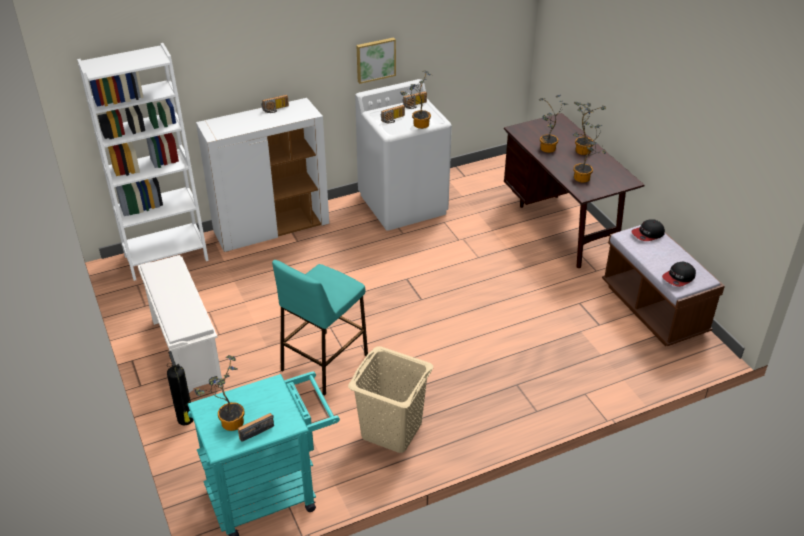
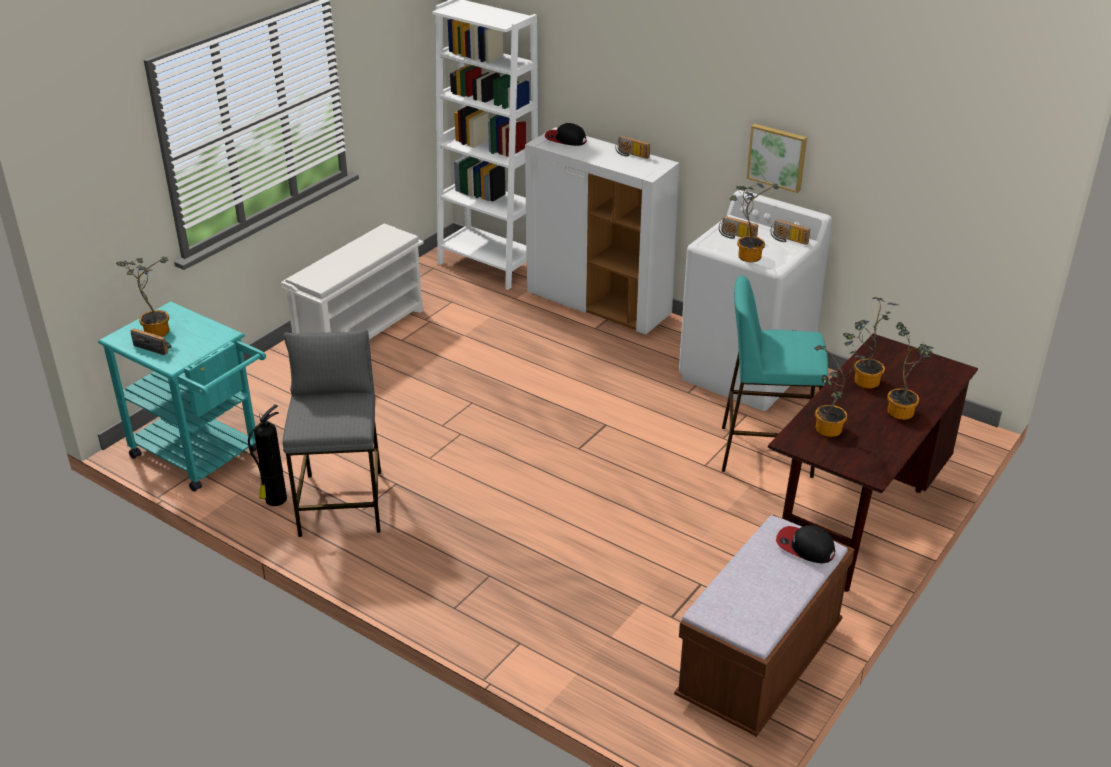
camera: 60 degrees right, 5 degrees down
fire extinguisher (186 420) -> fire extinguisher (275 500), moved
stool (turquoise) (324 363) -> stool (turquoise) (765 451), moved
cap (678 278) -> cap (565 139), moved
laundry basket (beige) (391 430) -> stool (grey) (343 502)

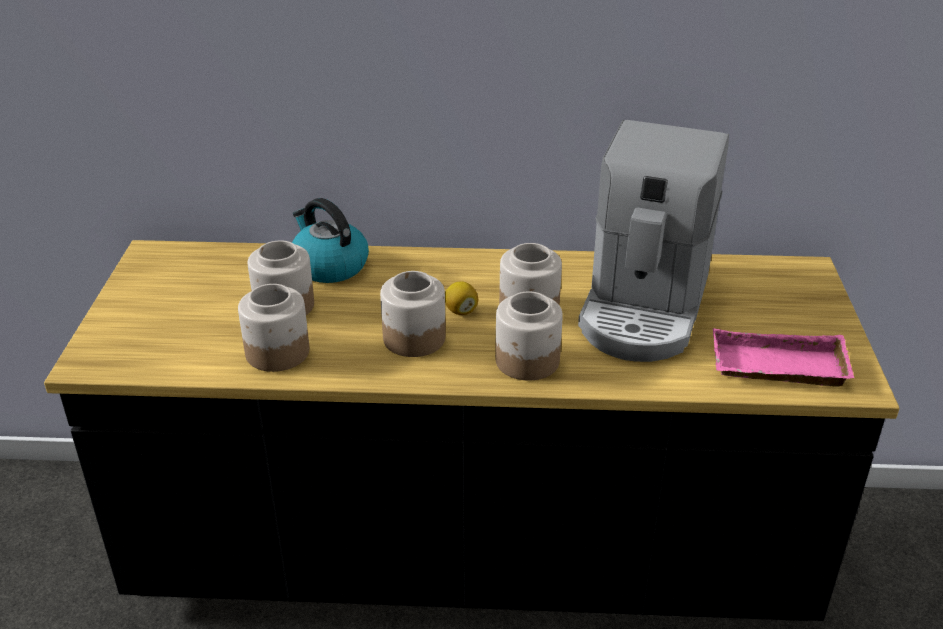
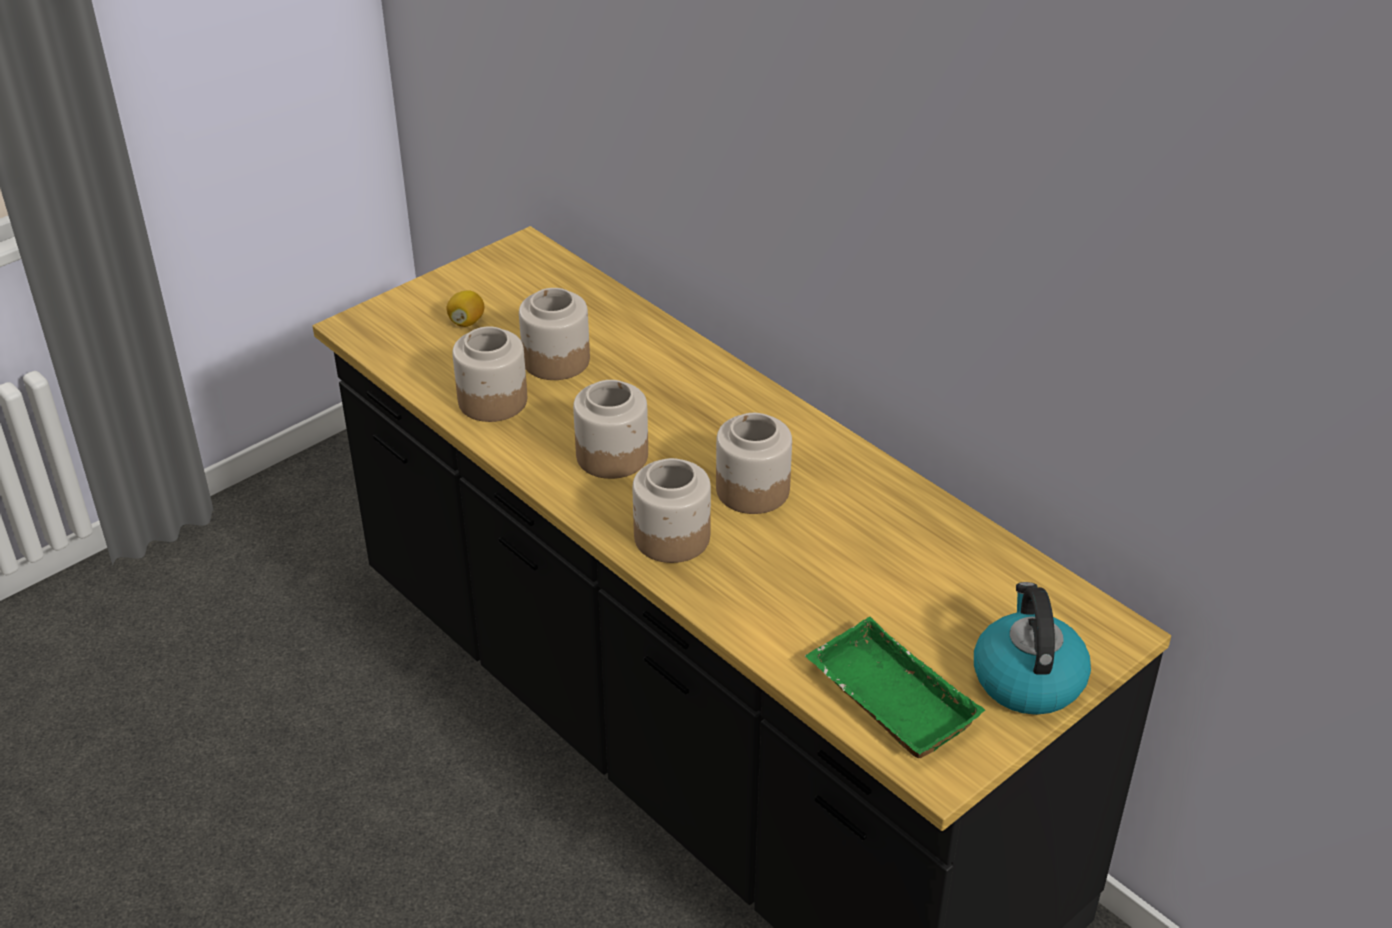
camera: 45 degrees right, 5 degrees up
coffee machine (644 308) -> none
kettle (329 266) -> kettle (1027 678), moved
lemon (460 311) -> lemon (466 322), moved
tray (pink) (776 368) -> tray (green) (886 699)

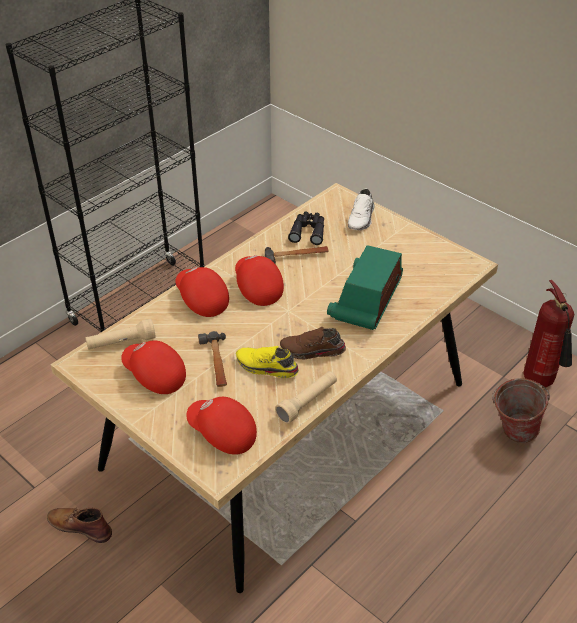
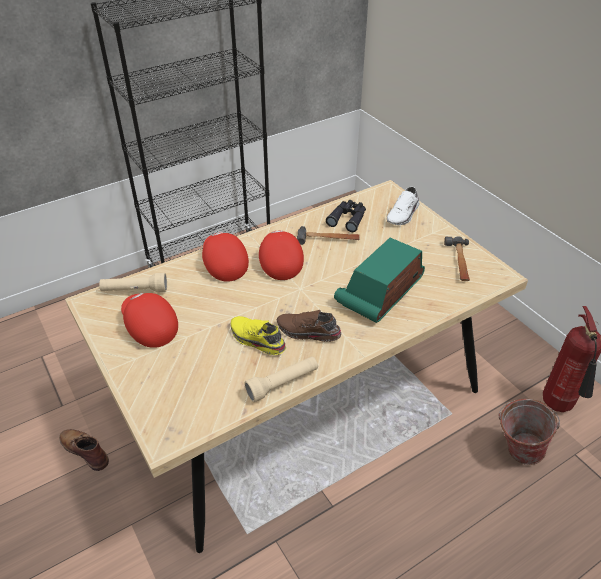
camera: 15 degrees right, 0 degrees up
cap (red) (222 434) -> none
hammer (216 362) -> hammer (459 262), moved

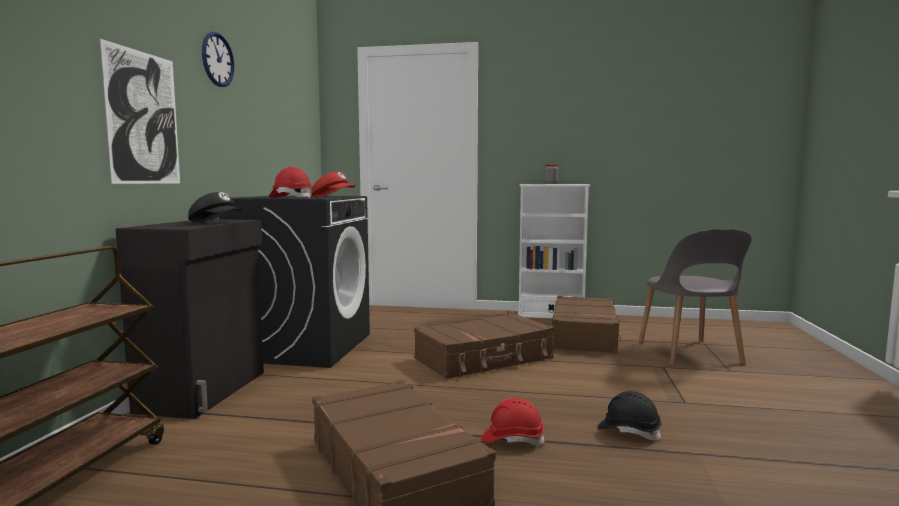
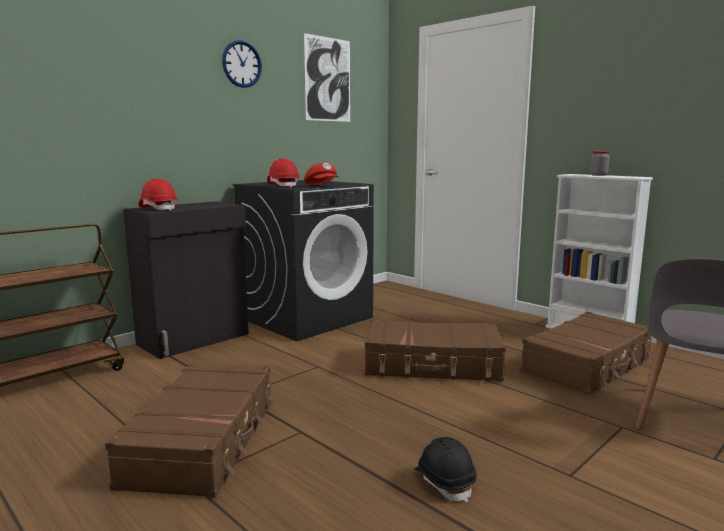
camera: 35 degrees right, 5 degrees up
cap (black) (216 222) -> none
picture (143 118) -> picture (328 79), moved
hard hat (red) (512 439) -> hard hat (red) (158 208), moved

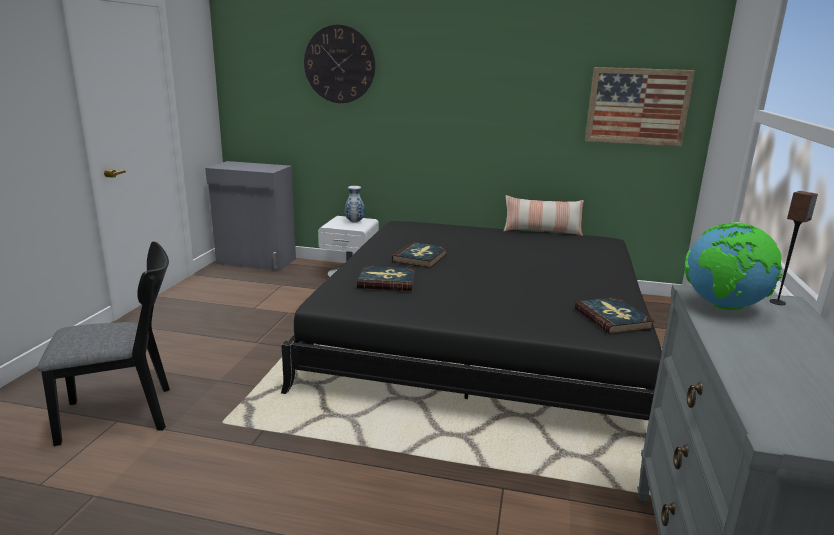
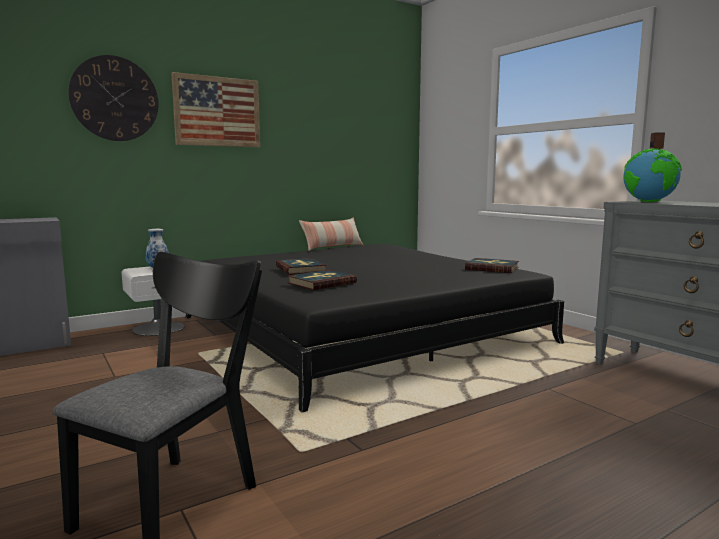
camera: 45 degrees left, 10 degrees down
picture (637 106) -> picture (217 111), moved

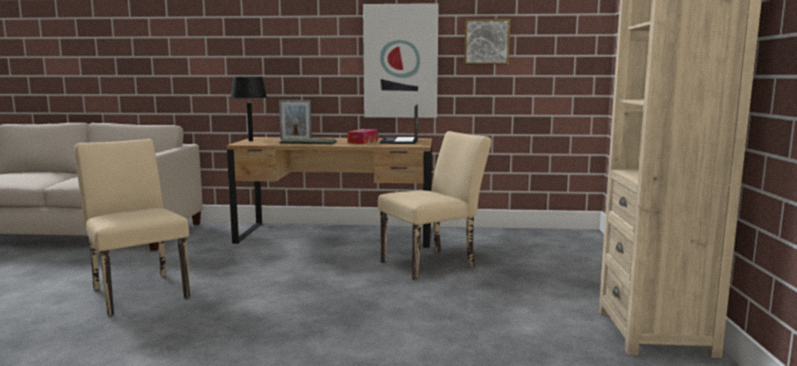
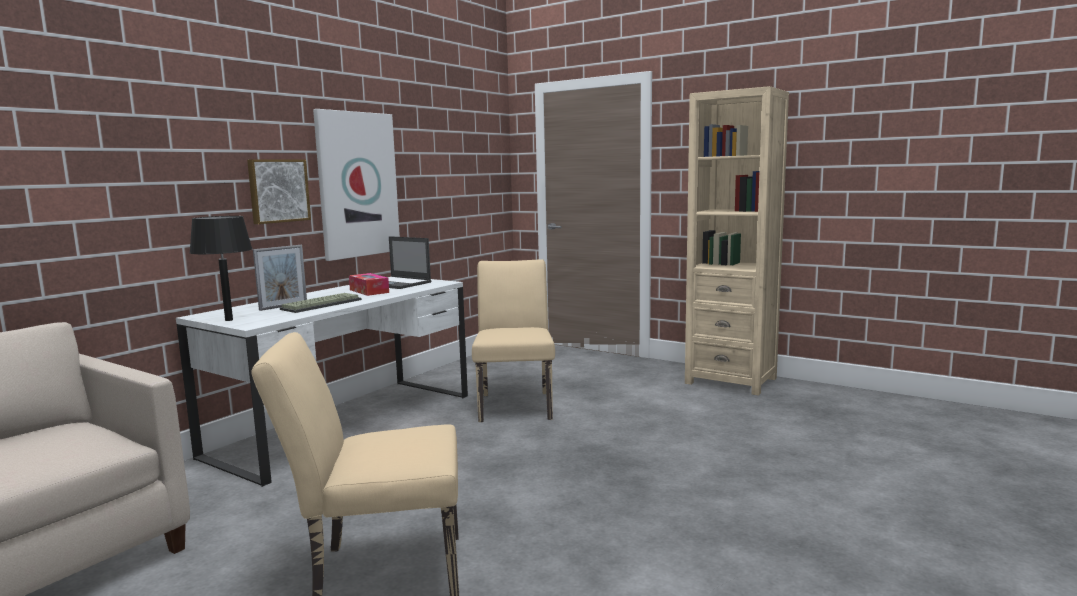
camera: 60 degrees left, 0 degrees up
picture (486 42) -> picture (278 191), moved
desk (brown) (336 235) -> desk (white) (346 424)

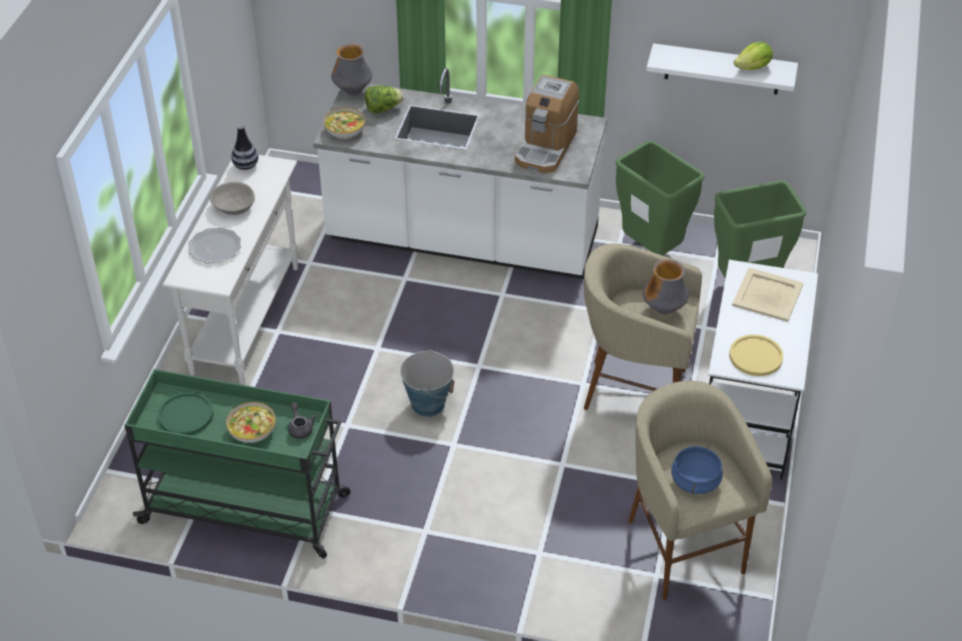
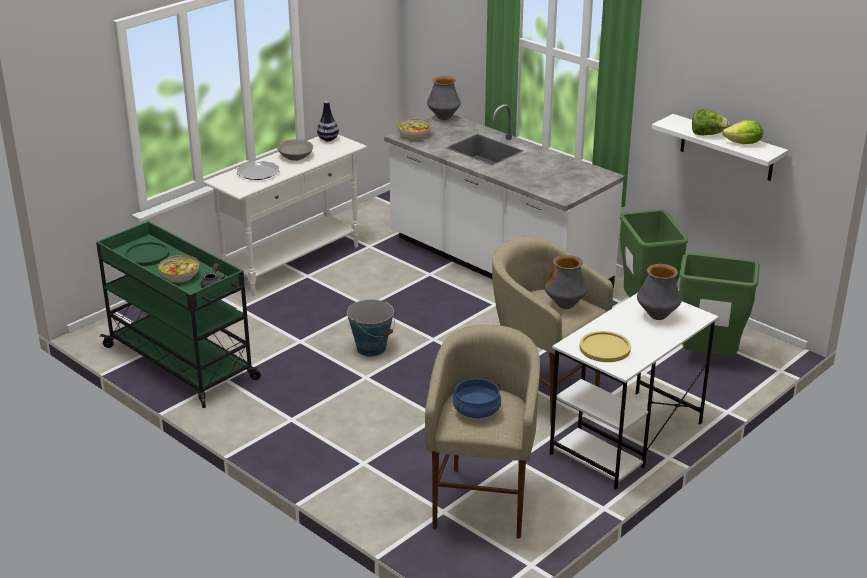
camera: 30 degrees right, 15 degrees down
coffee machine (546 147) -> none
lettuce (383 109) -> lettuce (707 134), moved
tray (beige) (768 295) -> vase (657 316)

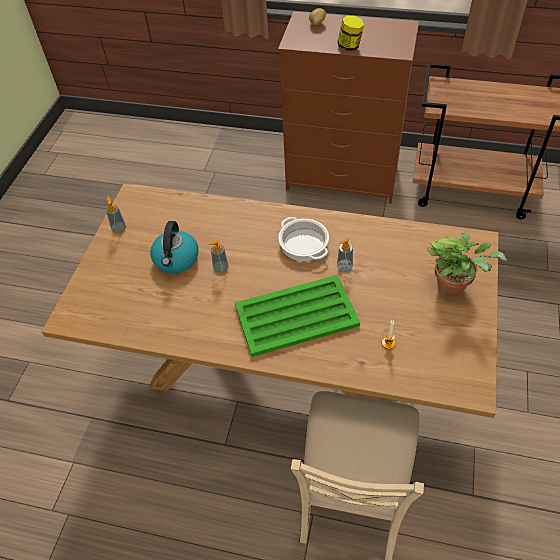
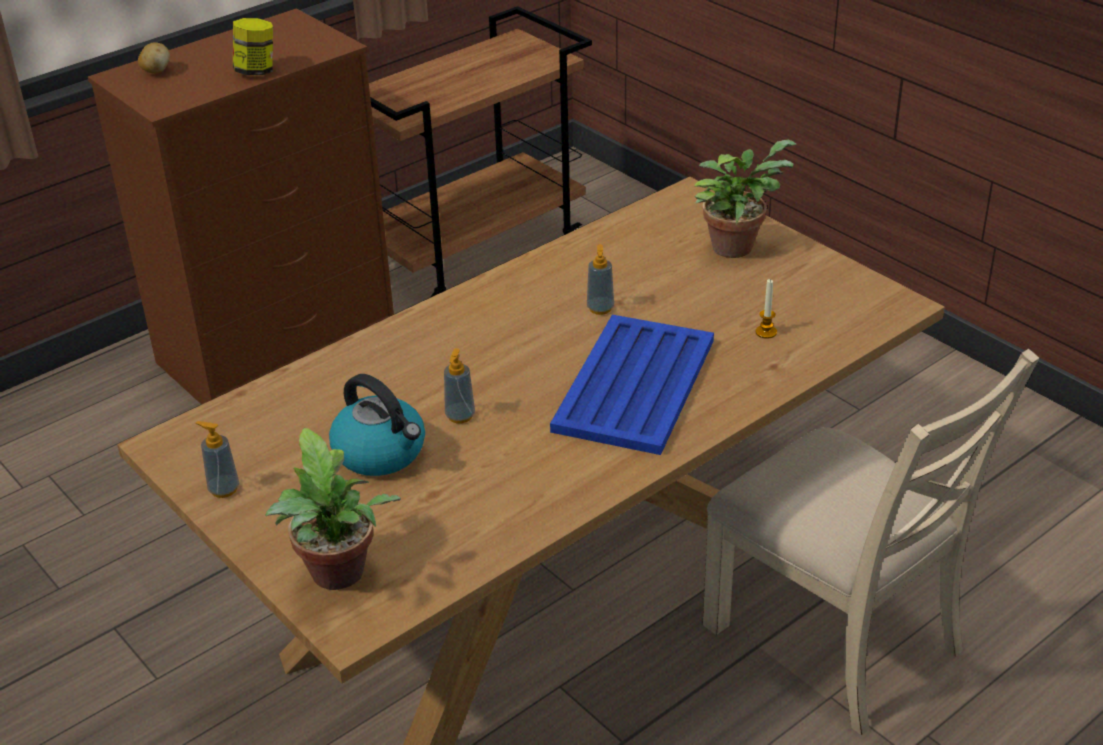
camera: 55 degrees left, 15 degrees down
cooking pot (303 244) -> none
none -> potted plant (339 577)
tray (green) (295 316) -> tray (blue) (633 386)

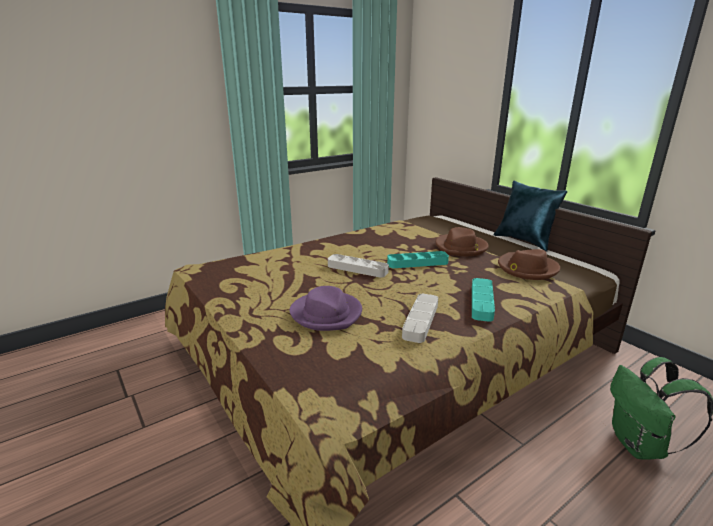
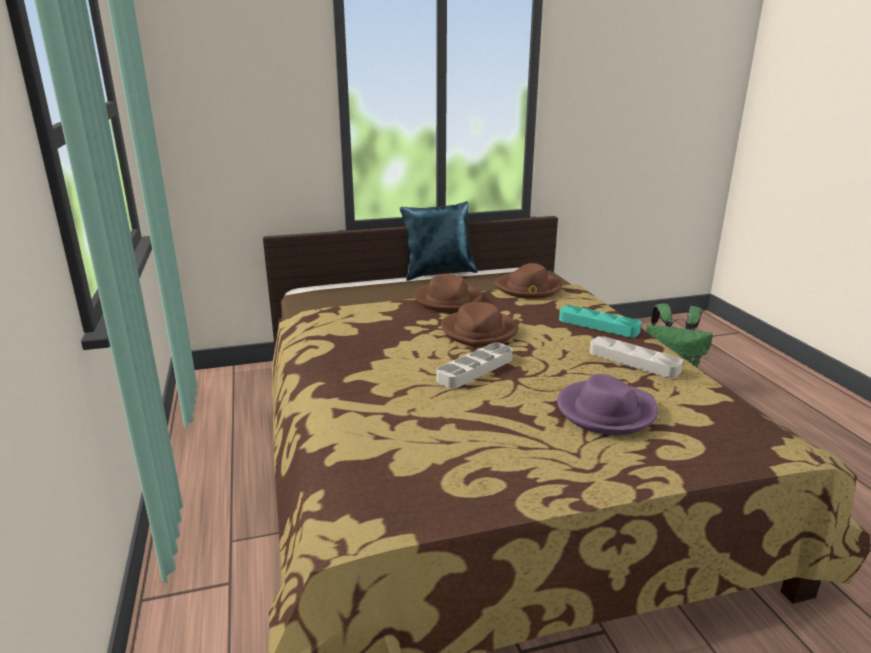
camera: 70 degrees left, 0 degrees up
tray (turquoise) (417 263) -> hat (brown) (480 331)

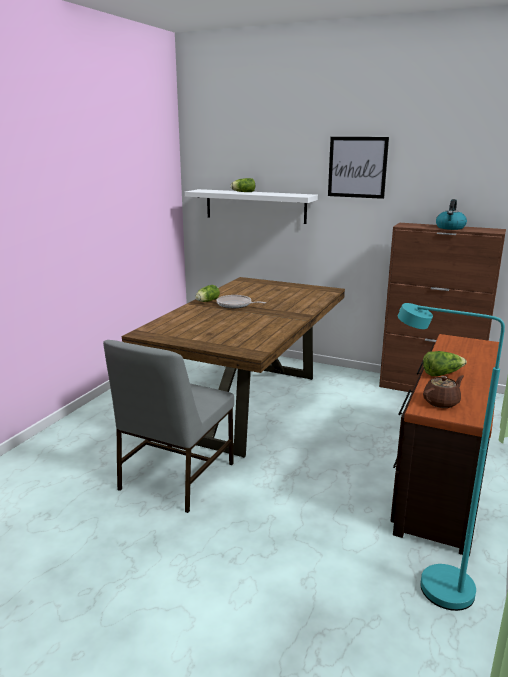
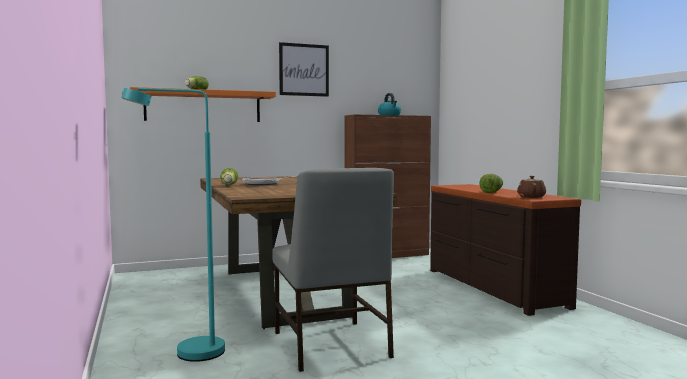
camera: 45 degrees left, 15 degrees down
floor lamp (turquoise) (431 586) -> floor lamp (turquoise) (187 354), moved
shelf (white) (255 206) -> shelf (orange) (203 106)

